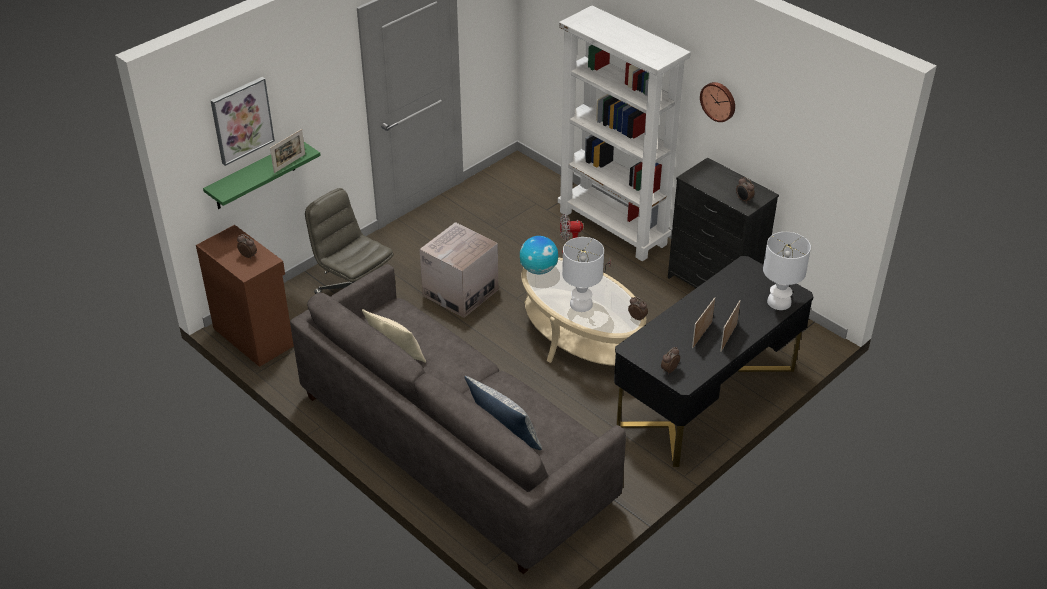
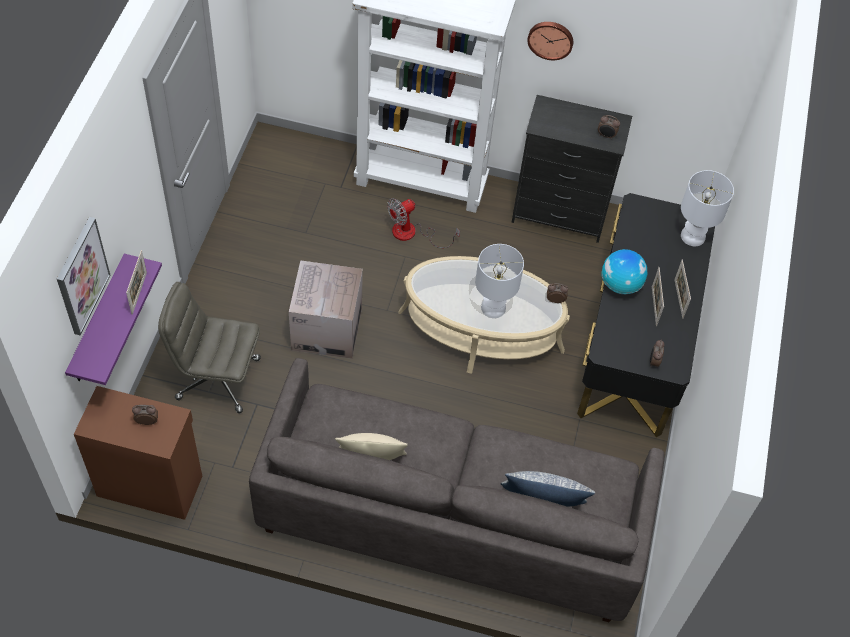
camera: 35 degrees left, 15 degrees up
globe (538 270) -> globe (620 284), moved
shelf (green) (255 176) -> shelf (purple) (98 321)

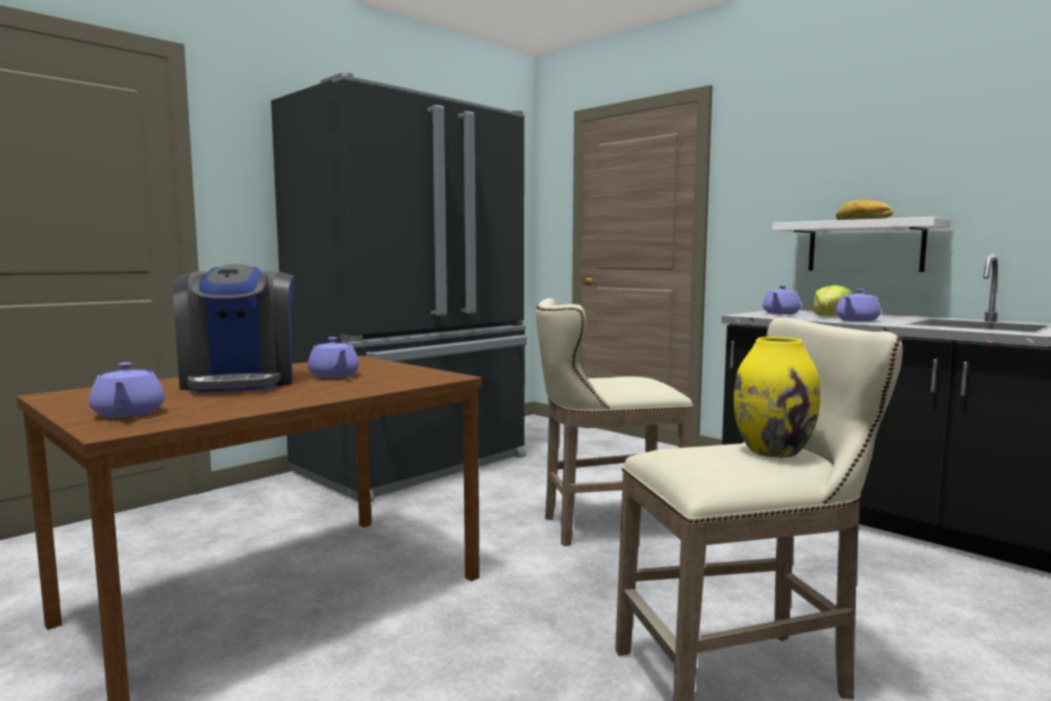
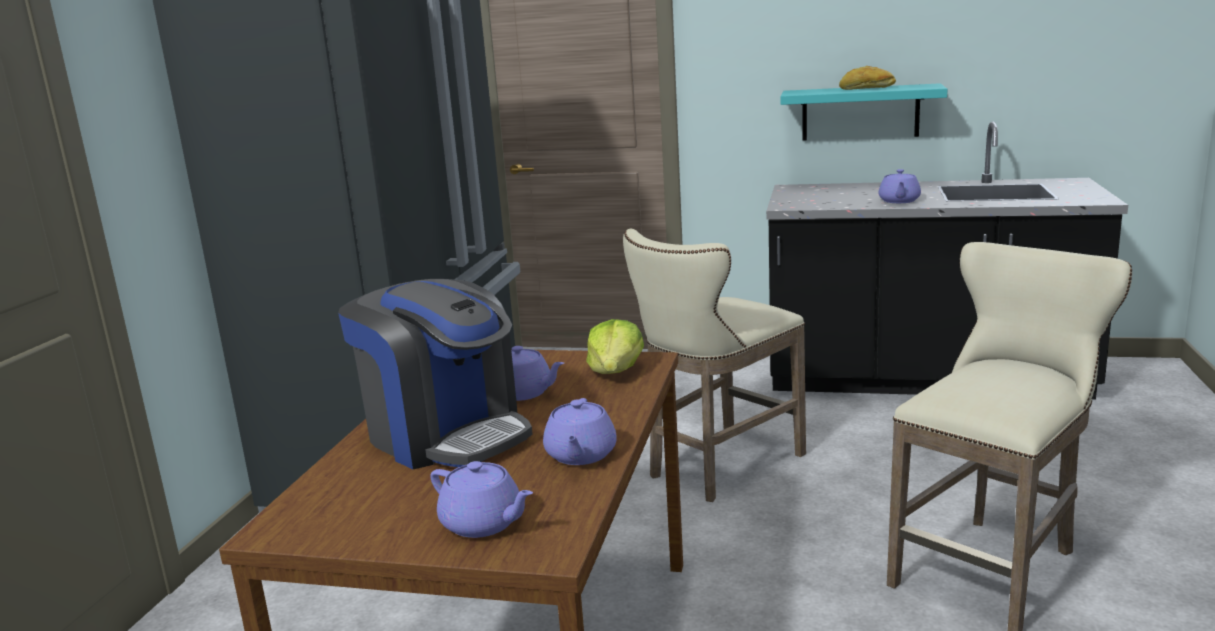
camera: 30 degrees left, 10 degrees up
vase (yellow) (773 451) -> none
teapot (purple) (780 313) -> teapot (purple) (580 455), moved
lettuce (830 316) -> lettuce (616 371), moved
shelf (white) (865 246) -> shelf (turquoise) (860 112)

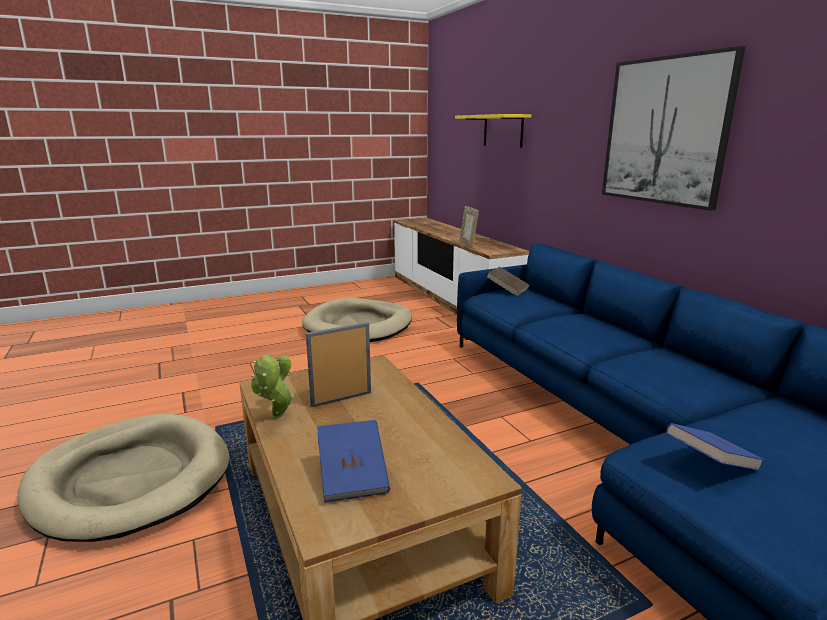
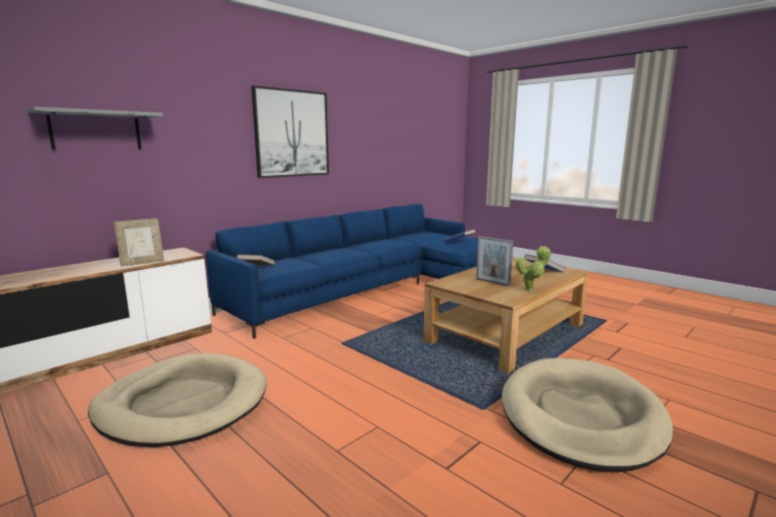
camera: 110 degrees left, 5 degrees down
shelf (yellow) (503 131) -> shelf (grey) (96 130)

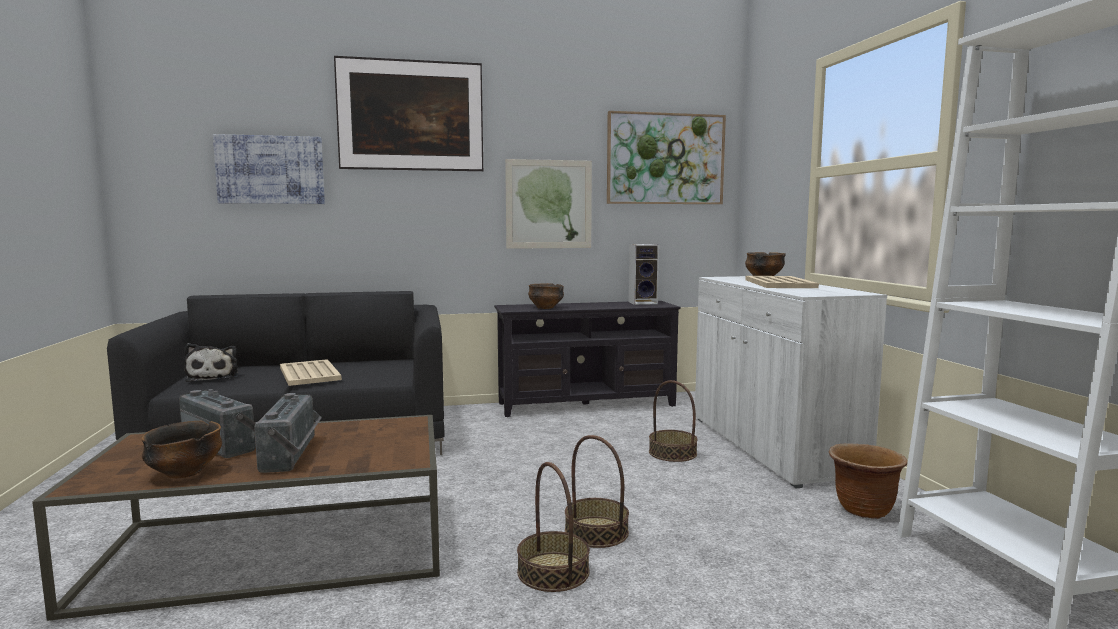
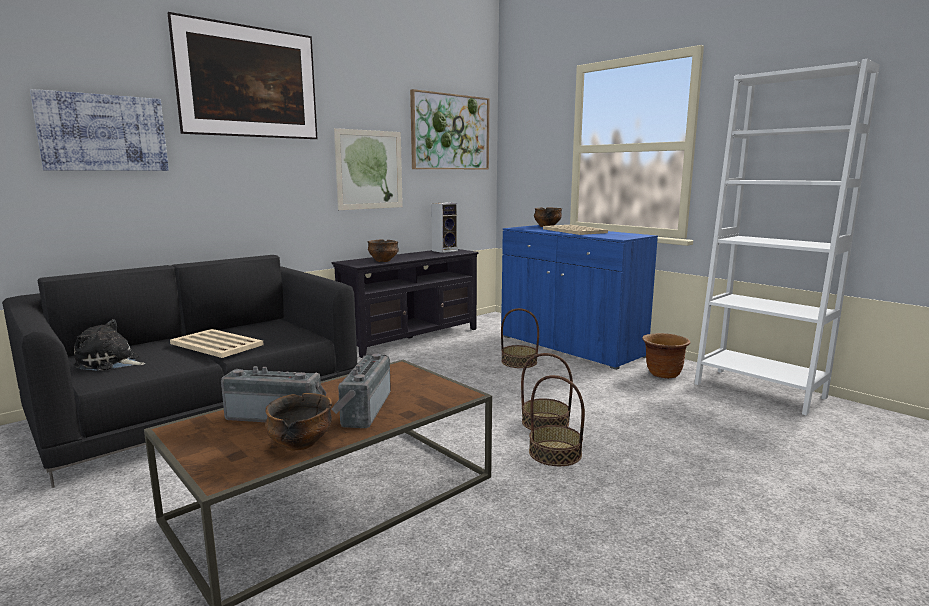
camera: 30 degrees left, 5 degrees up
cabinet (white) (771 446) -> cabinet (blue) (570 346)
plush toy (214 377) -> plush toy (110 363), 150 degrees clockwise
radio (294 454) -> radio (362 409), 135 degrees counterclockwise

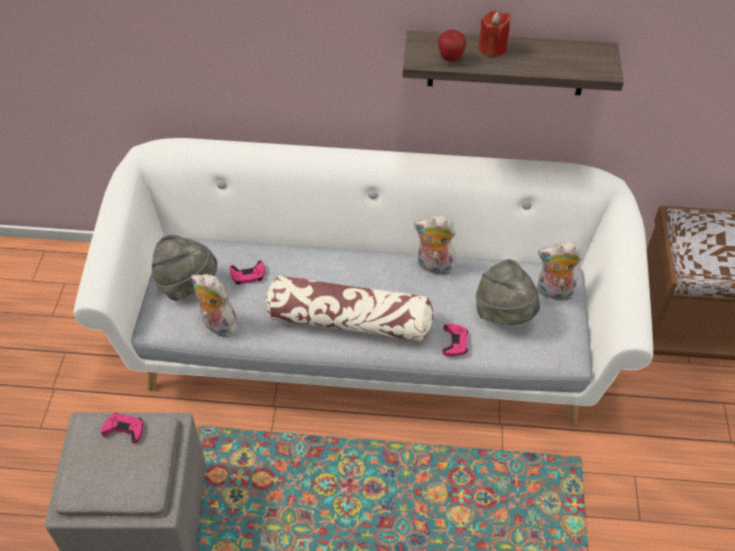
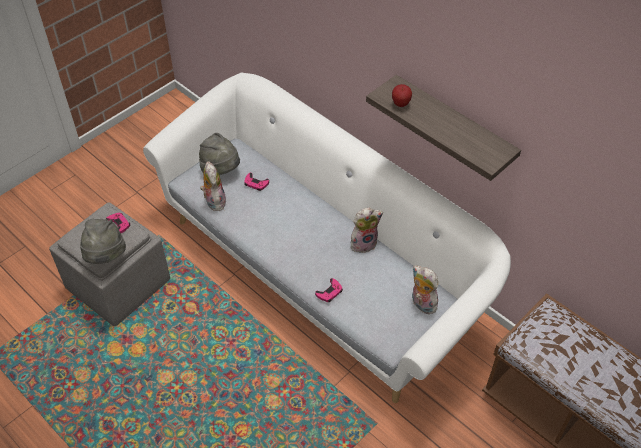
camera: 40 degrees right, 0 degrees up
pillow (349 321) -> none
candle (red) (492 48) -> none
hat (grey) (504 313) -> hat (grey) (105 256), moved
plush toy (433 267) -> plush toy (364 243), 105 degrees clockwise

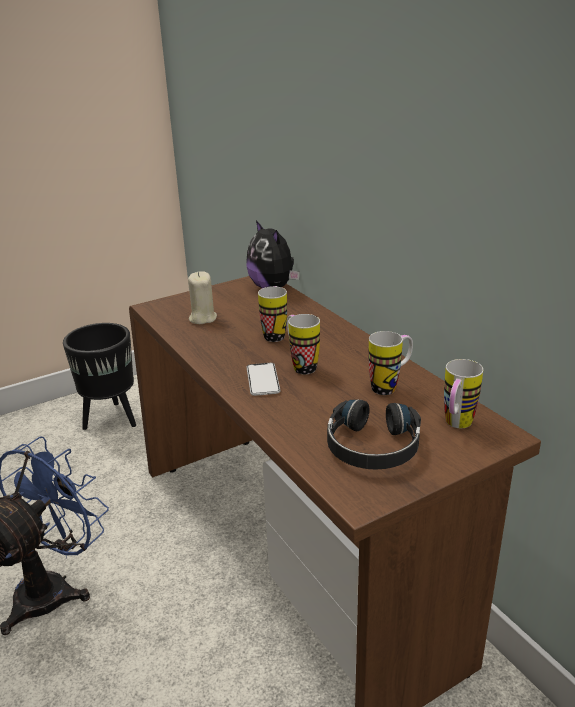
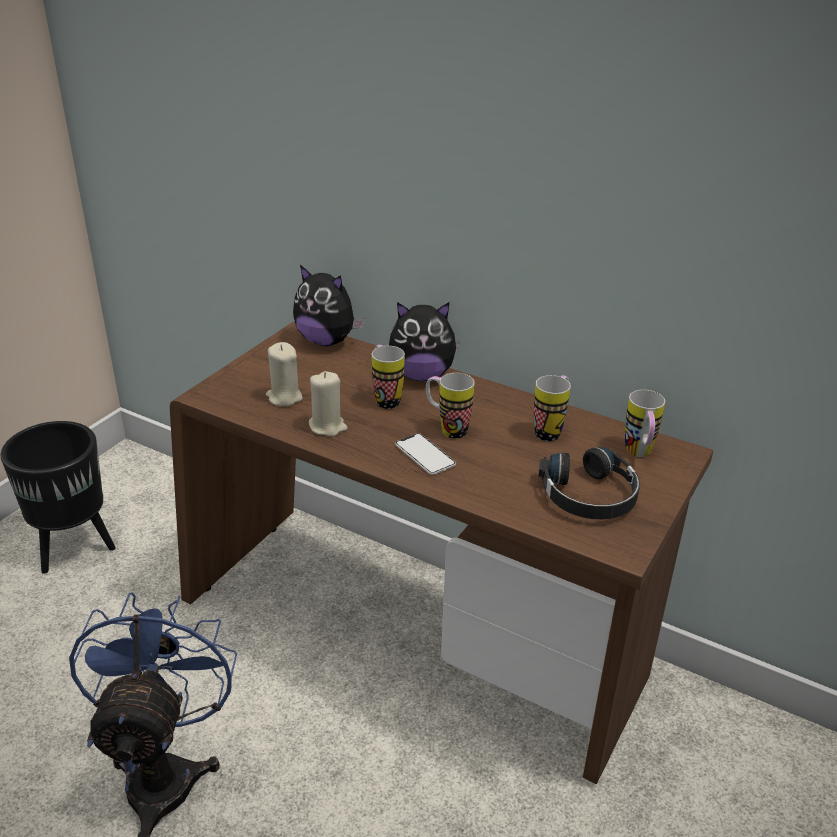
camera: 30 degrees left, 5 degrees up
none -> candle (beige) (327 426)
none -> plush toy (421 375)

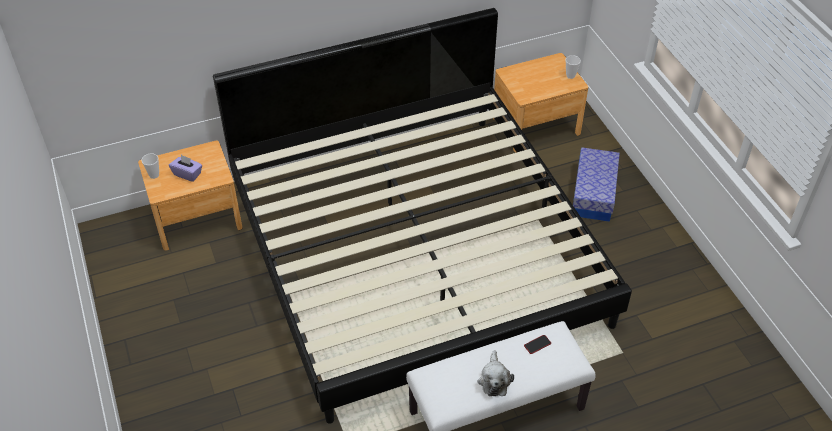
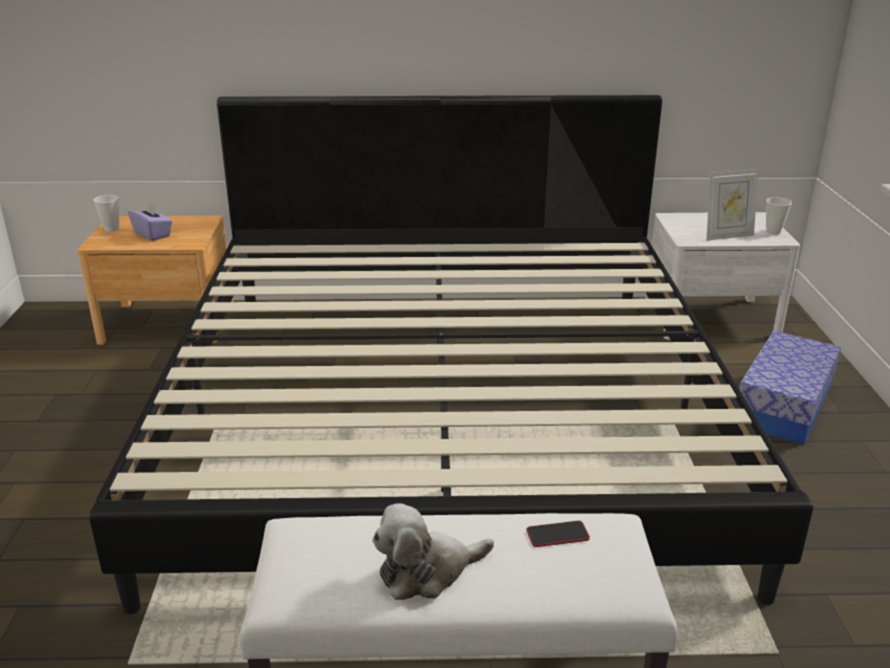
camera: 20 degrees right, 20 degrees down
none -> picture frame (727 236)
nightstand (brown) (536 125) -> nightstand (white) (710 318)
plush toy (494 379) -> plush toy (427 572), 45 degrees clockwise

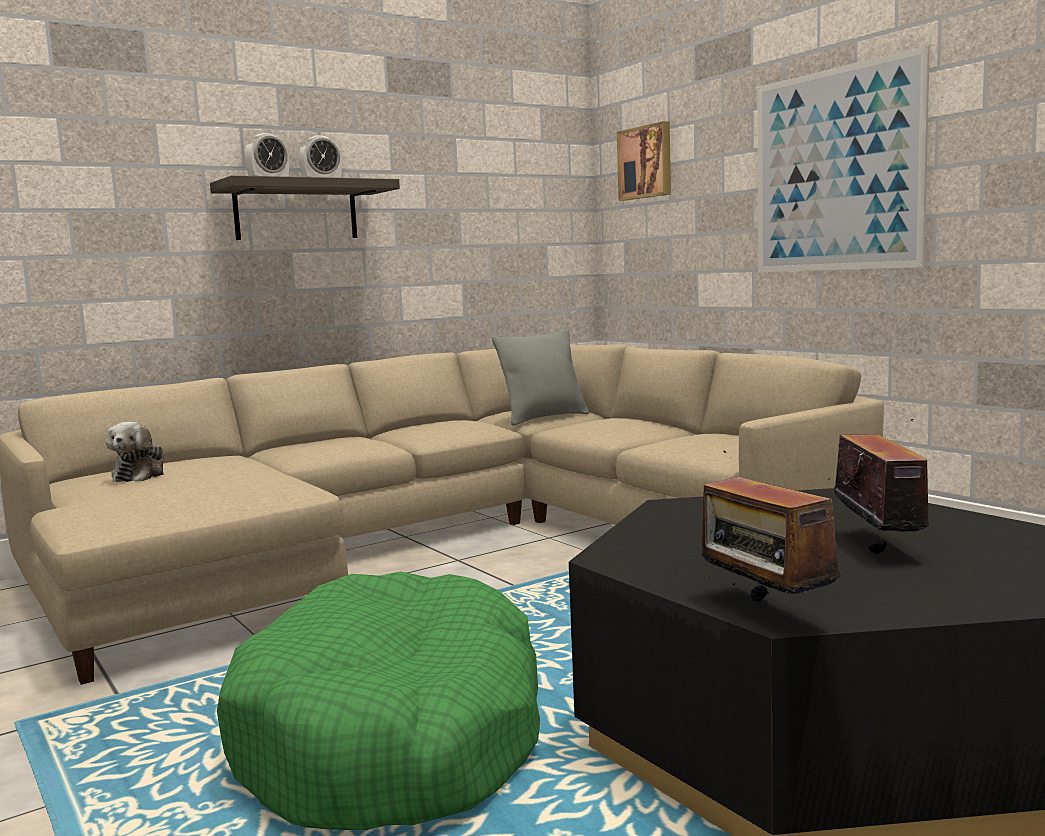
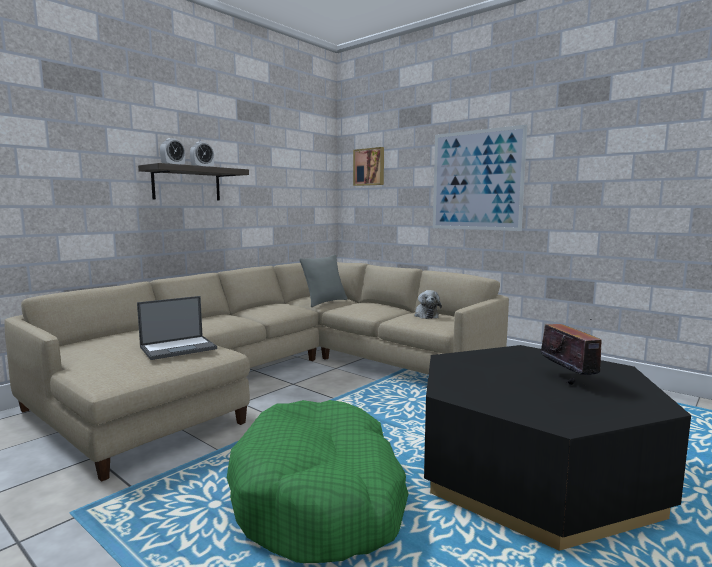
camera: 15 degrees left, 0 degrees up
radio (764 612) -> none
none -> laptop (179 348)
plush toy (140 475) -> plush toy (426 315), moved

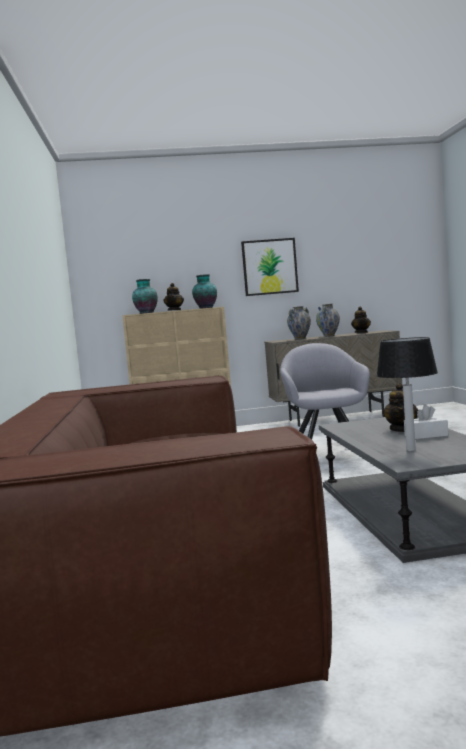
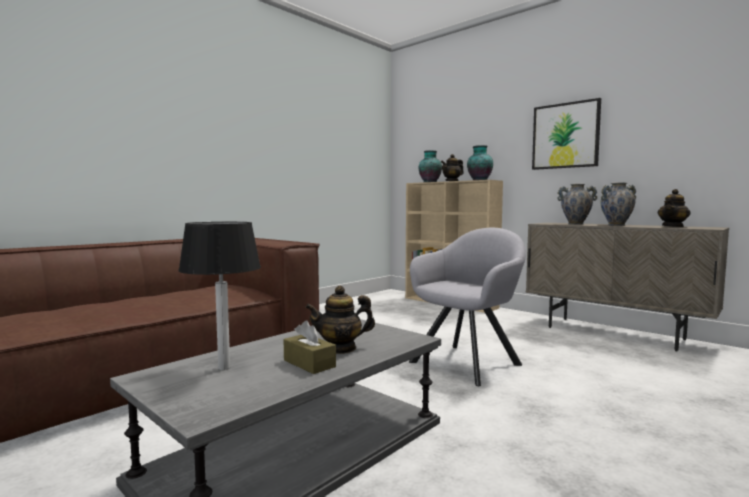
camera: 50 degrees right, 0 degrees up
tissue box (white) (426 435) -> tissue box (brown) (309 363)

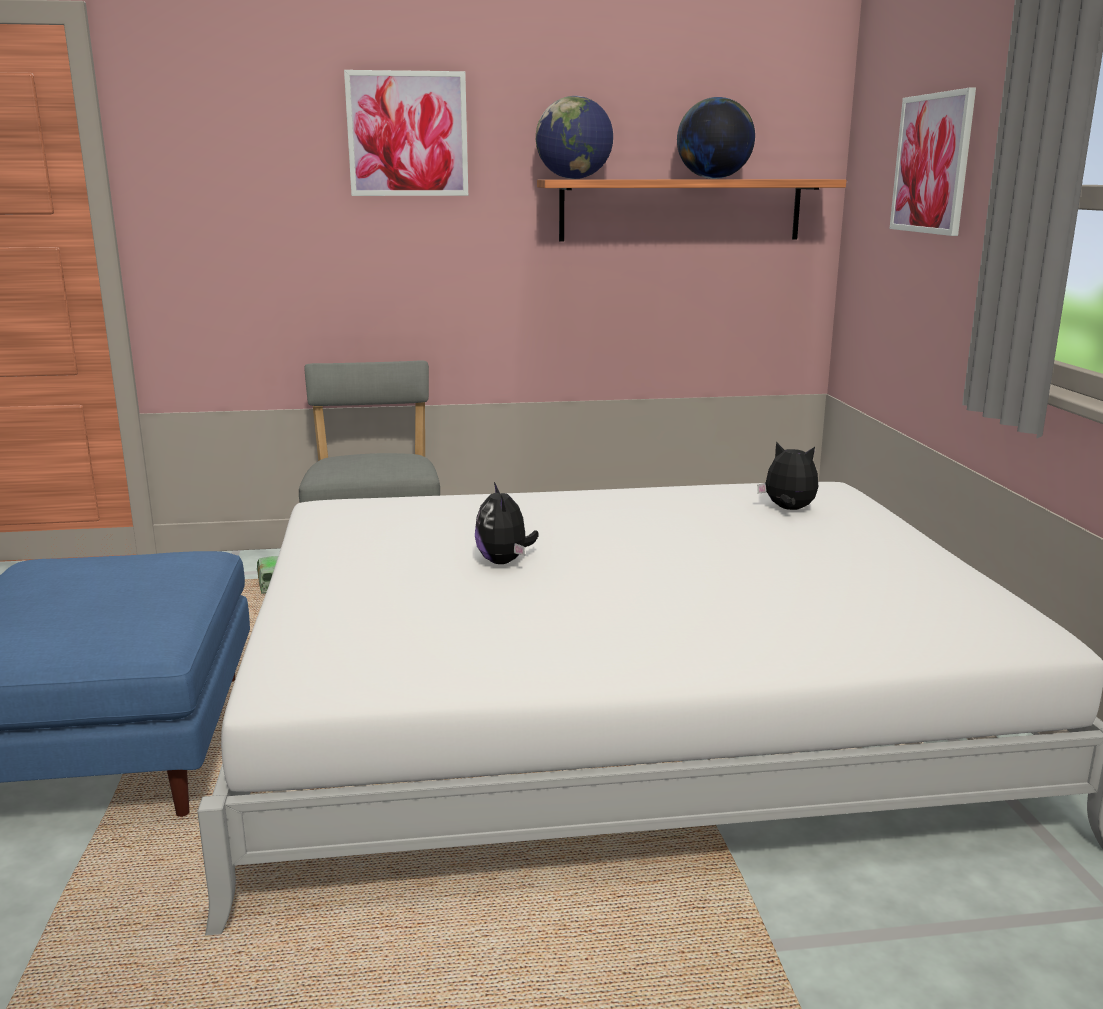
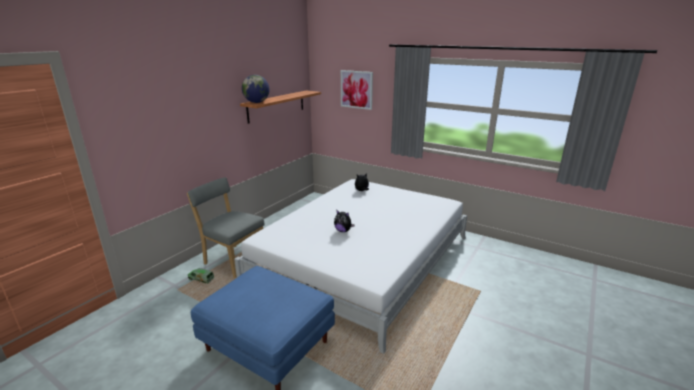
camera: 50 degrees left, 5 degrees up
picture (407 134) -> none
globe (713 178) -> none

